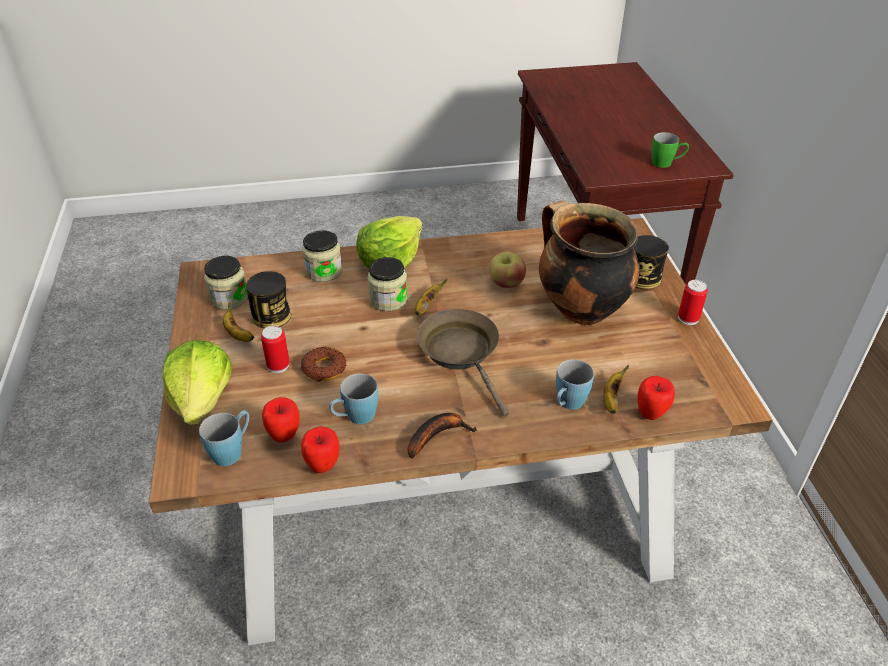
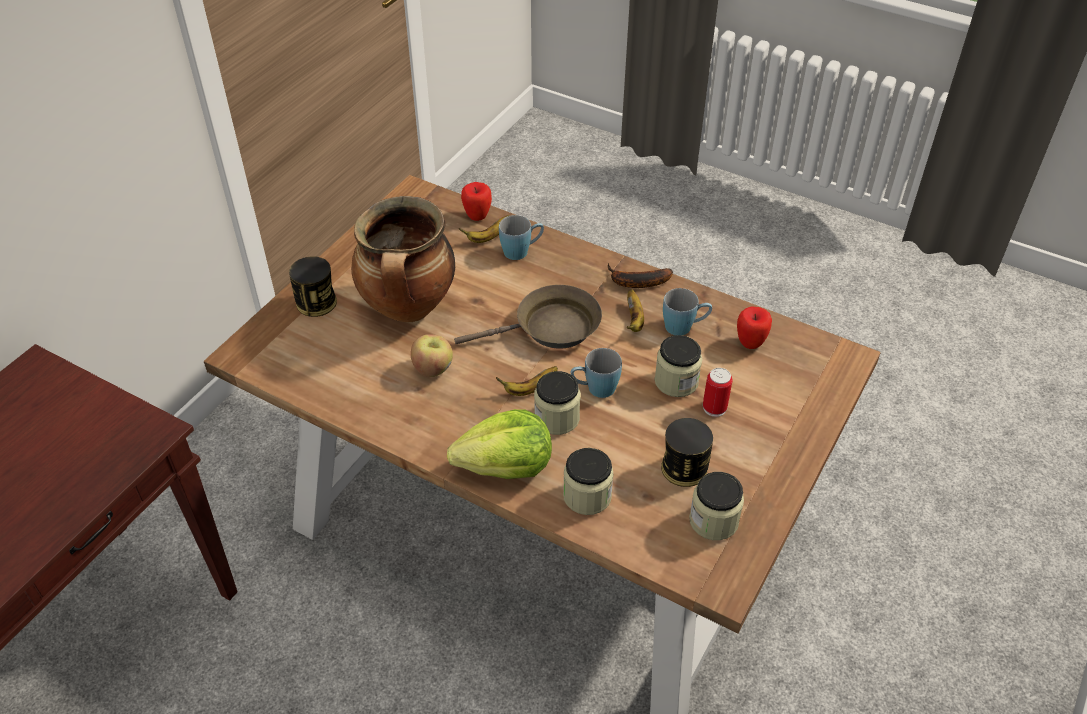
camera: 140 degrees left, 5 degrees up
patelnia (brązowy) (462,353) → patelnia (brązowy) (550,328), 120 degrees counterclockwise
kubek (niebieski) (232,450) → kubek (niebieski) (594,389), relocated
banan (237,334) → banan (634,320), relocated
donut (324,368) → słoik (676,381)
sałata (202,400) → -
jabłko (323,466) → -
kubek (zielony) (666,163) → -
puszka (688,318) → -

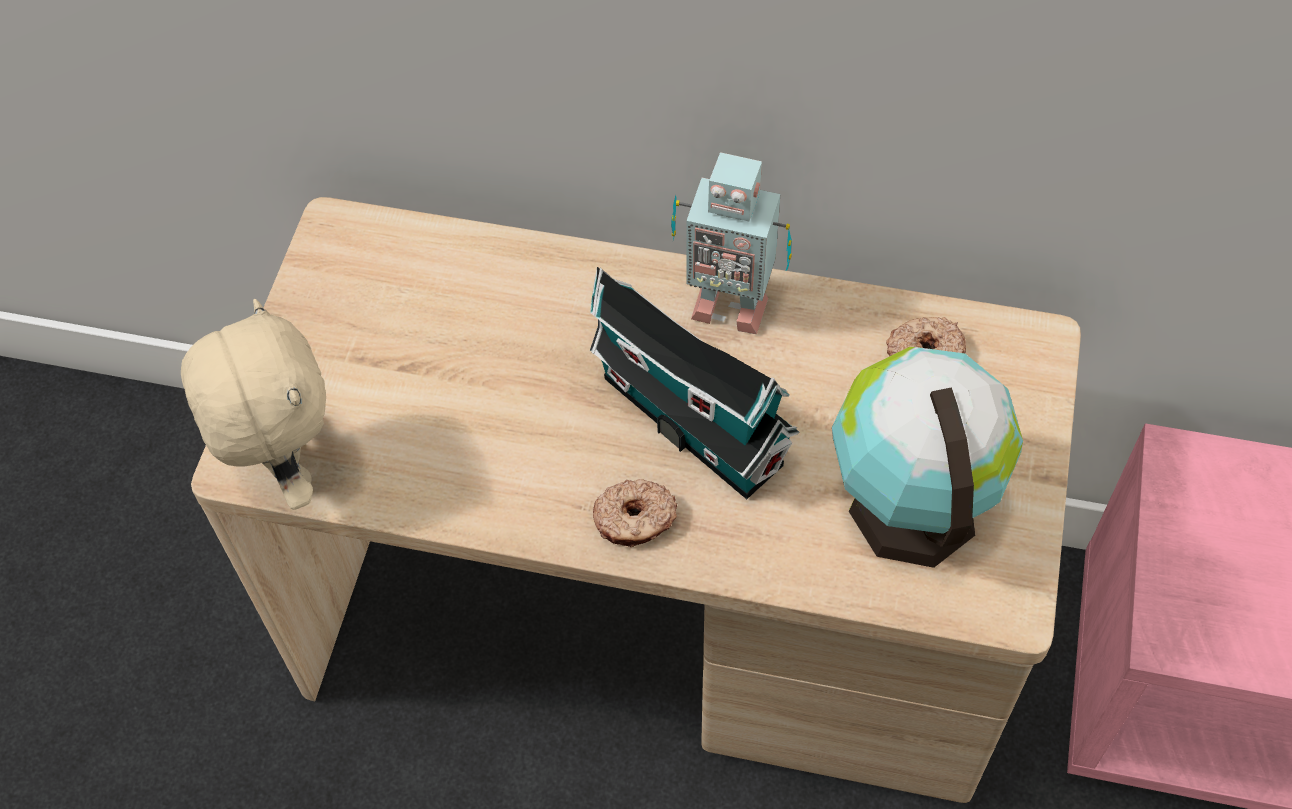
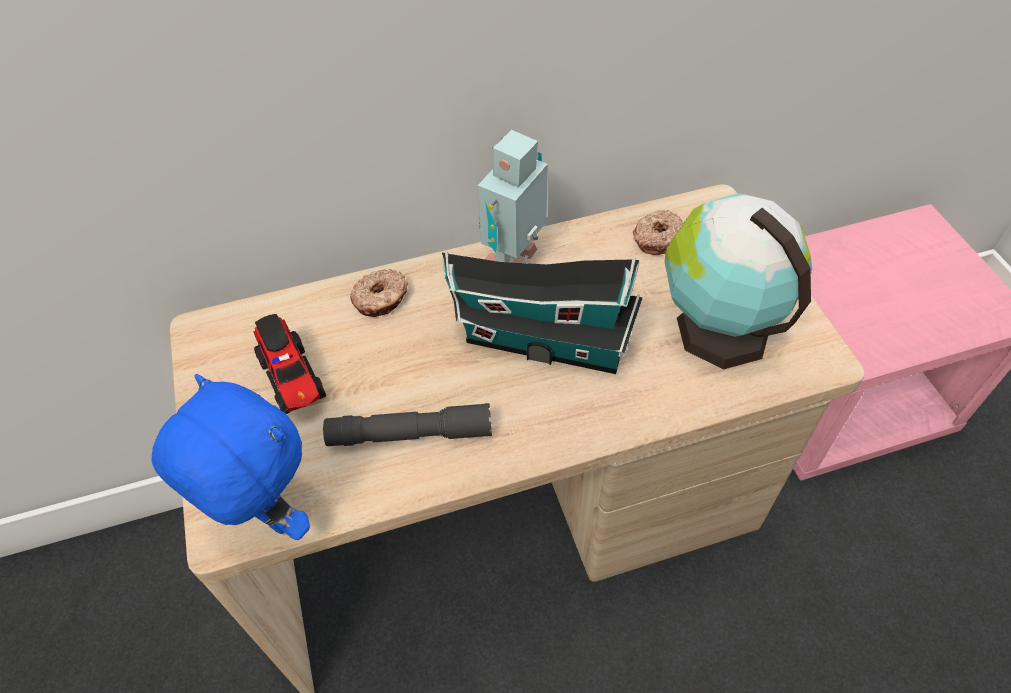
camera: 30 degrees left, 5 degrees down
pluszak (beżowy) (286,470) → pluszak (niebieski) (265,517)
- → ciężarówka zabawkowa (293,381)
- → latarka (szary) (410,434)
donut (635,520) → donut (381,299), relocated
robot zabawkowy (728,303) → robot zabawkowy (515,261), 135 degrees clockwise

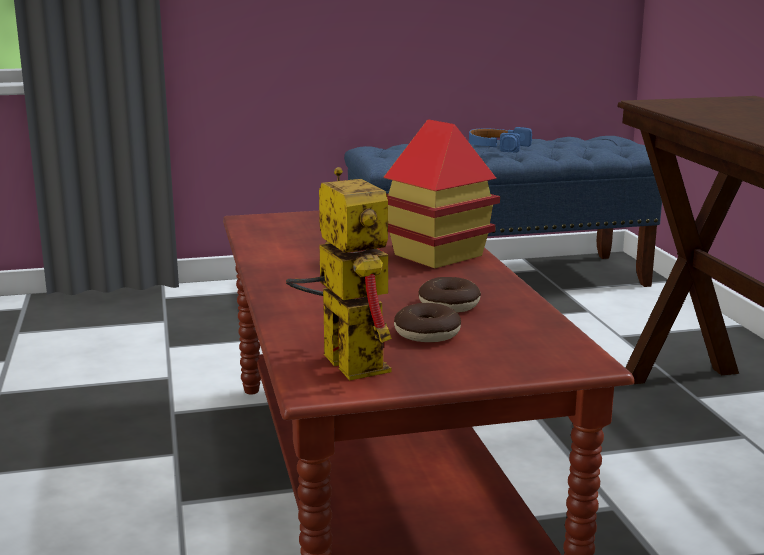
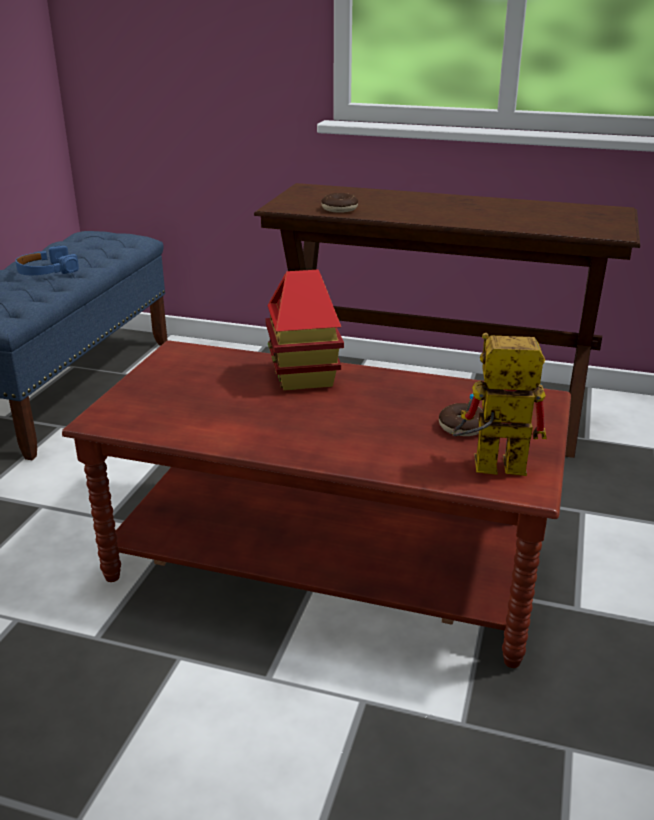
camera: 60 degrees left, 10 degrees up
donut (449,305) → donut (339,209), relocated

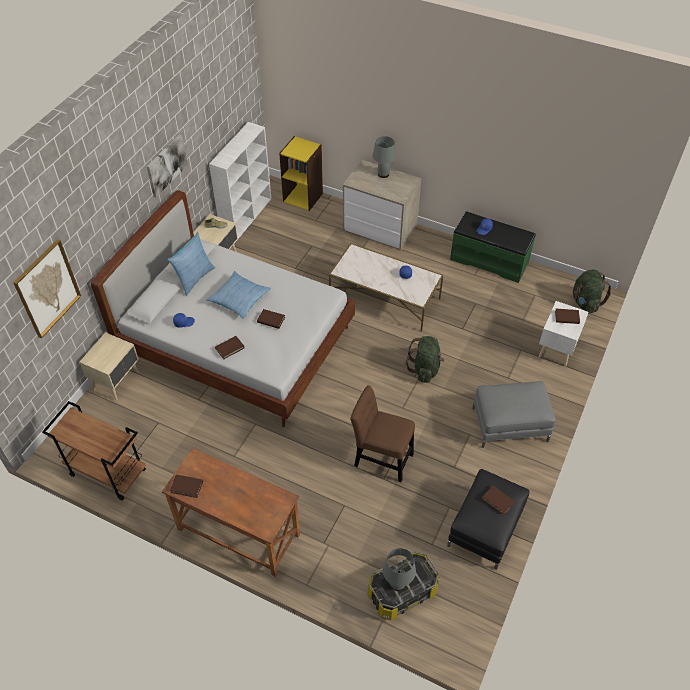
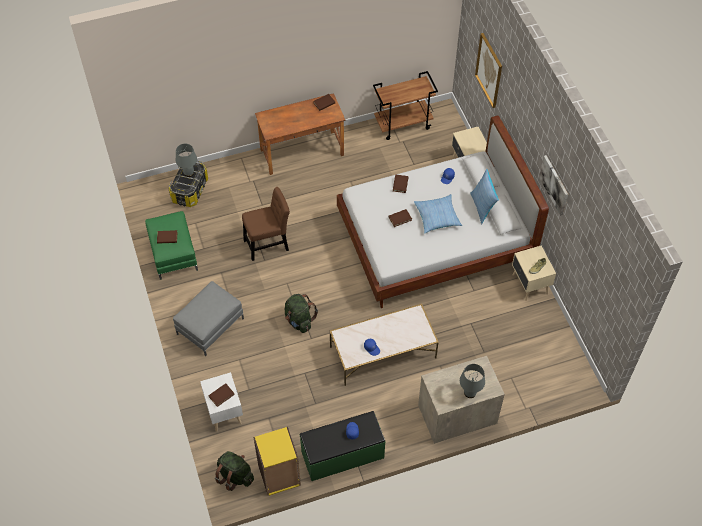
camera: 135 degrees right, 5 degrees up
pufa (czarny) (485,527) → pufa (zielony) (173,253)
regał (żółty) (303,197) → regał (żółty) (279,476), relocated
regał (biały) (246,216) → -

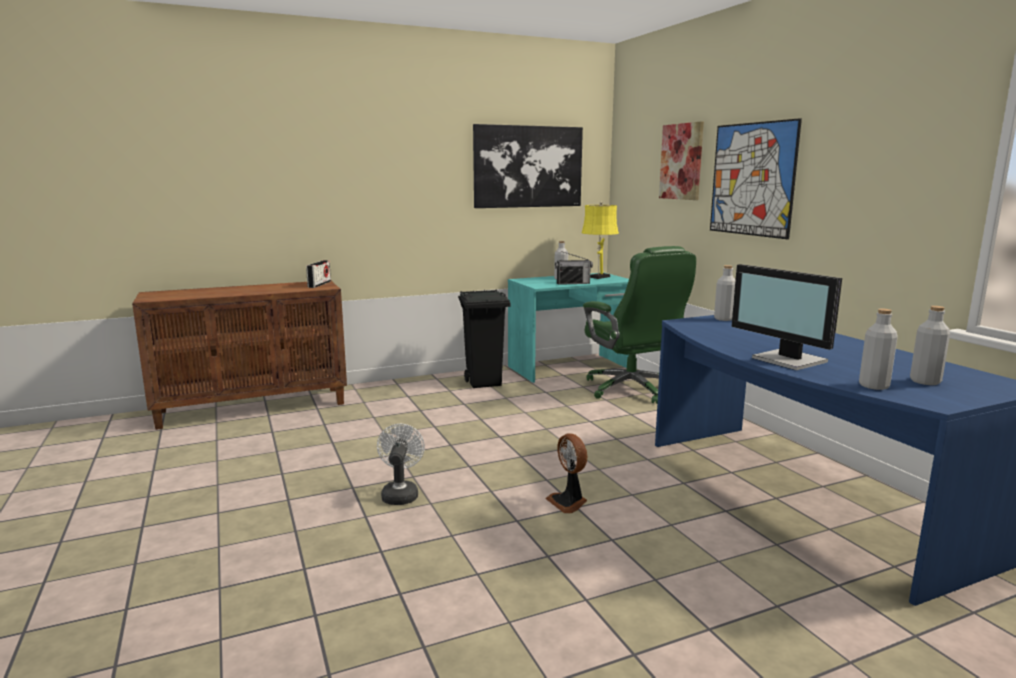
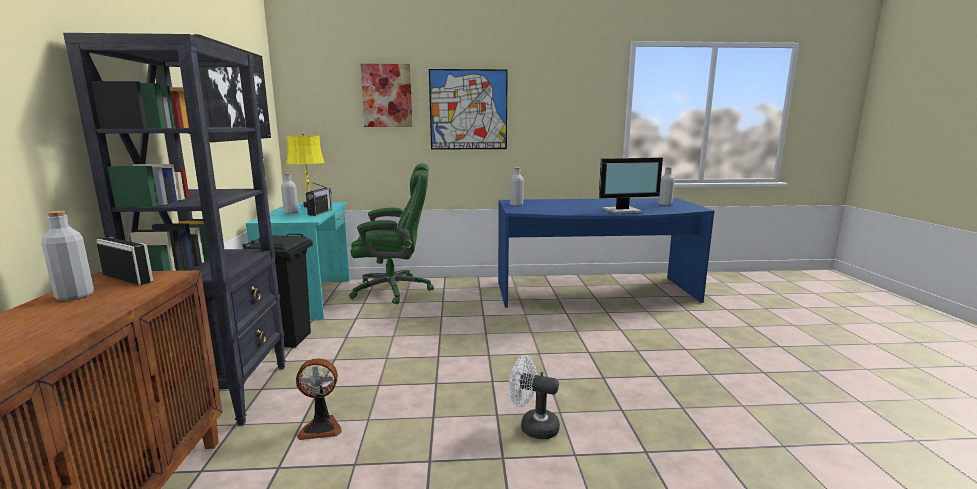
camera: 70 degrees left, 0 degrees up
butelka (szary) (874,386) → butelka (szary) (75,296), relocated
- → regał (czarny) (225,393)
wentylator (568,502) → wentylator (321,427), relocated

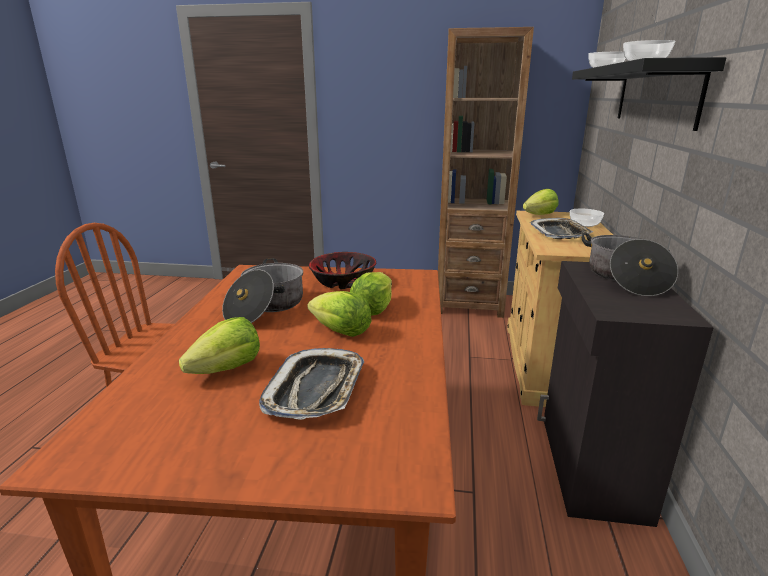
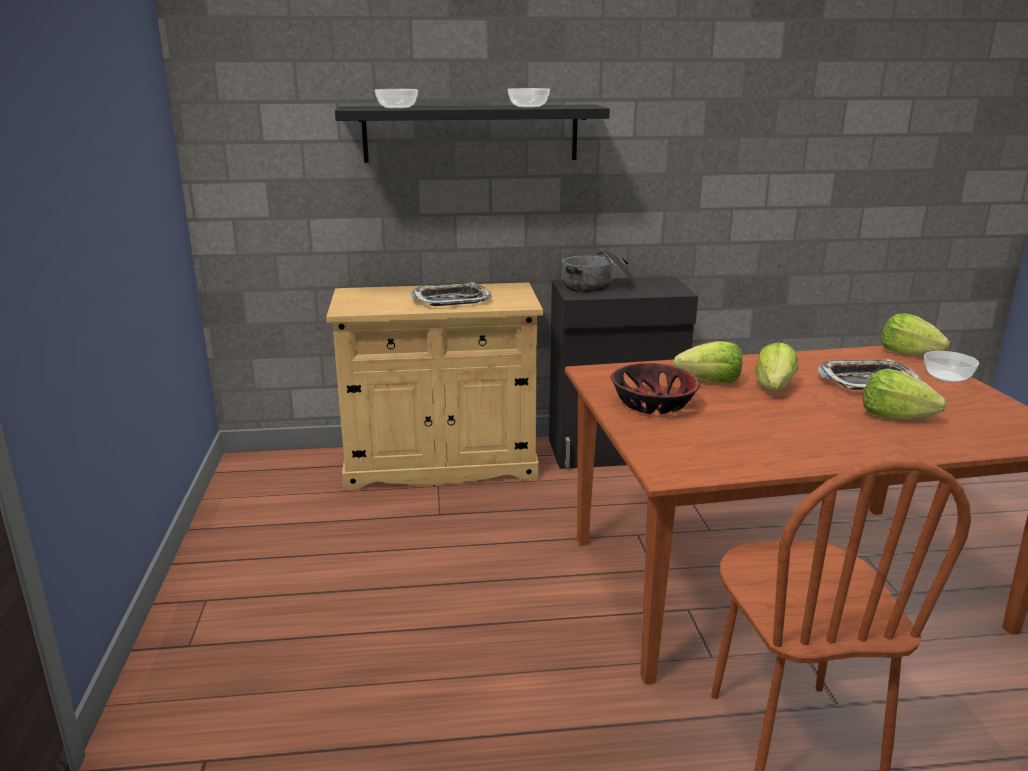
camera: 105 degrees left, 0 degrees up
sałata (539,215) → sałata (908,353), relocated
miska (585,224) → miska (946,377), relocated
garnek (266,308) → -
regał (brązowy) (469,304) → -

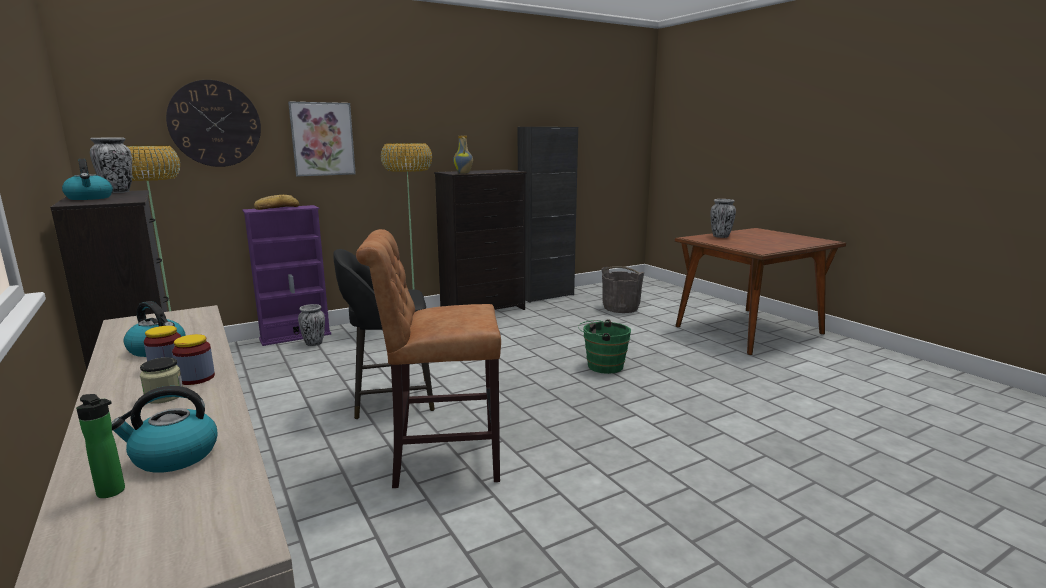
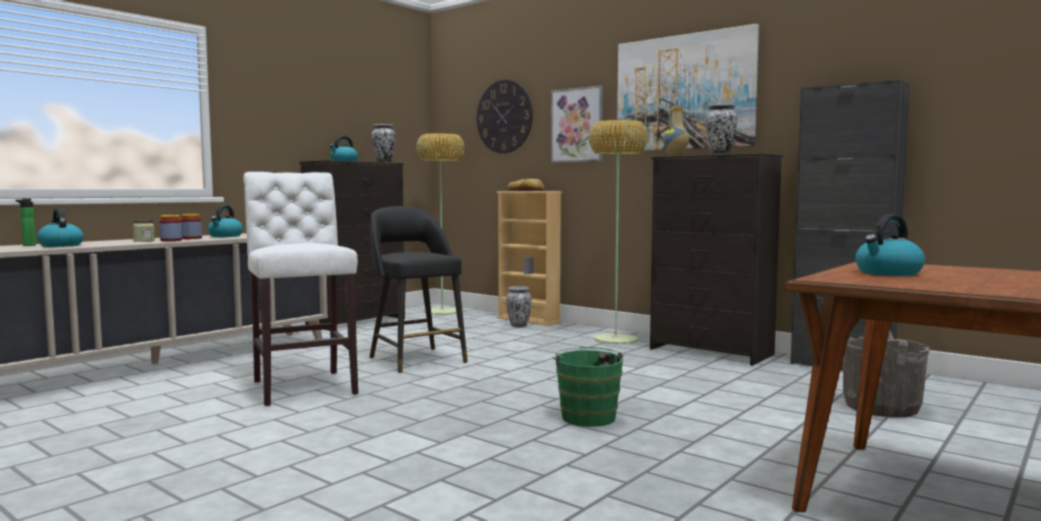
camera: 70 degrees right, 10 degrees down
stołek (brązowy) (439,460) → stołek (biały) (303,386)
regał (fioletowy) (295,336) → regał (beżowy) (528,320)
- → obraz (684,92)
wazon (720,236) → wazon (720,154), relocated
- → czajnik (888,273)

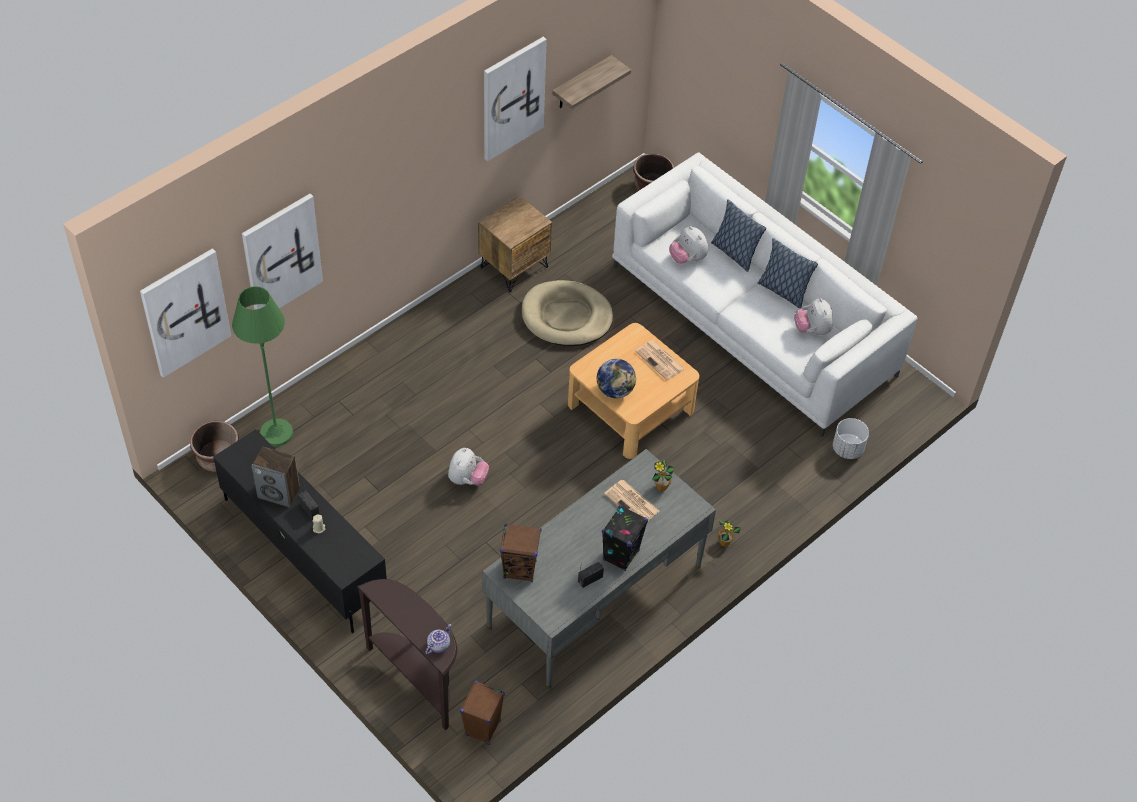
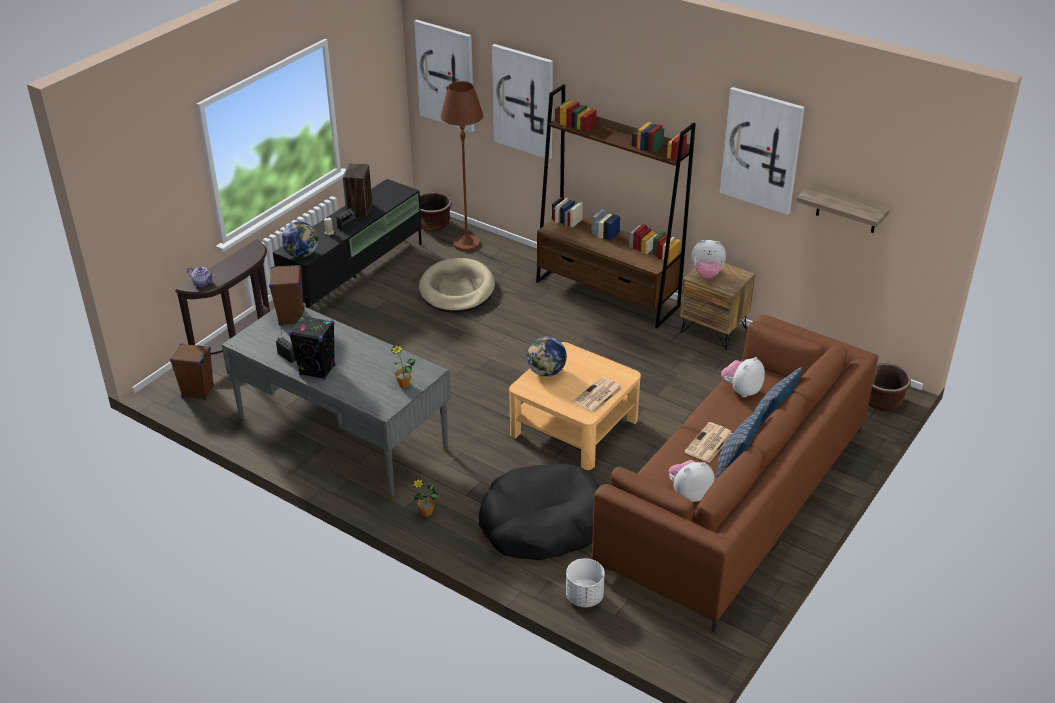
camera: 80 degrees right, 15 degrees down
- → globus (301,254)
legowisko (beżowy) (566,317) → legowisko (beżowy) (457,290), relocated
lampa stojąca (zielony) (276,433) → lampa stojąca (brązowy) (466,244)
- → legowisko (czarny) (542,524)
- → regał (brązowy) (607,294)
kanapa (biały) (752,321) → kanapa (brązowy) (734,498)
gazeta (632,503) → gazeta (708,443), relocated
pluszak (467,479) → pluszak (707,274), relocated

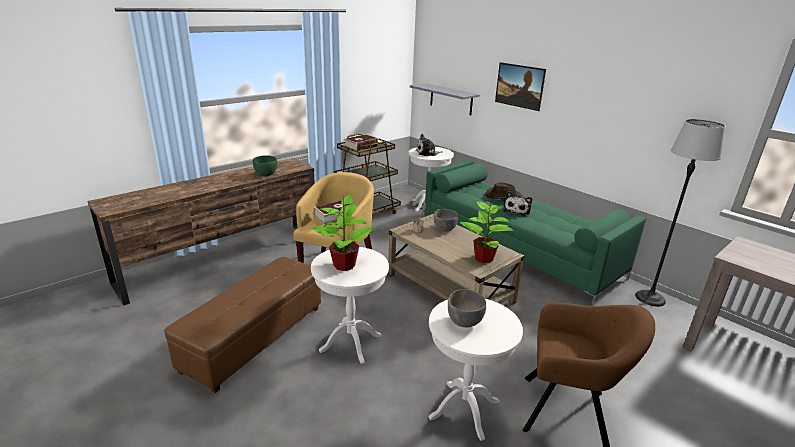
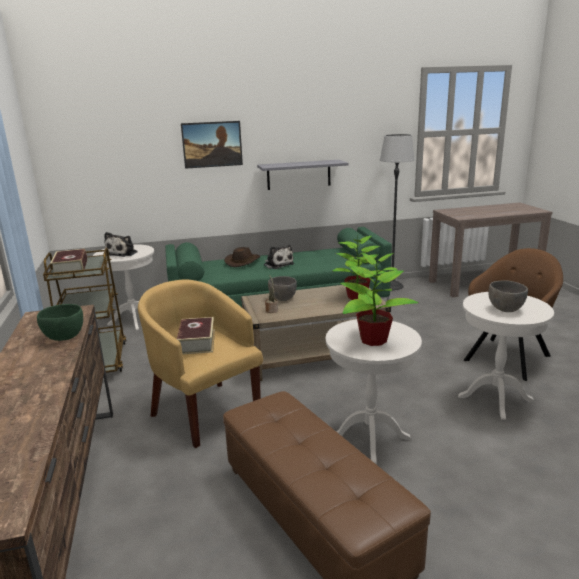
camera: 60 degrees left, 5 degrees down
półka (szary) (451,99) → półka (szary) (299,174), relocated

